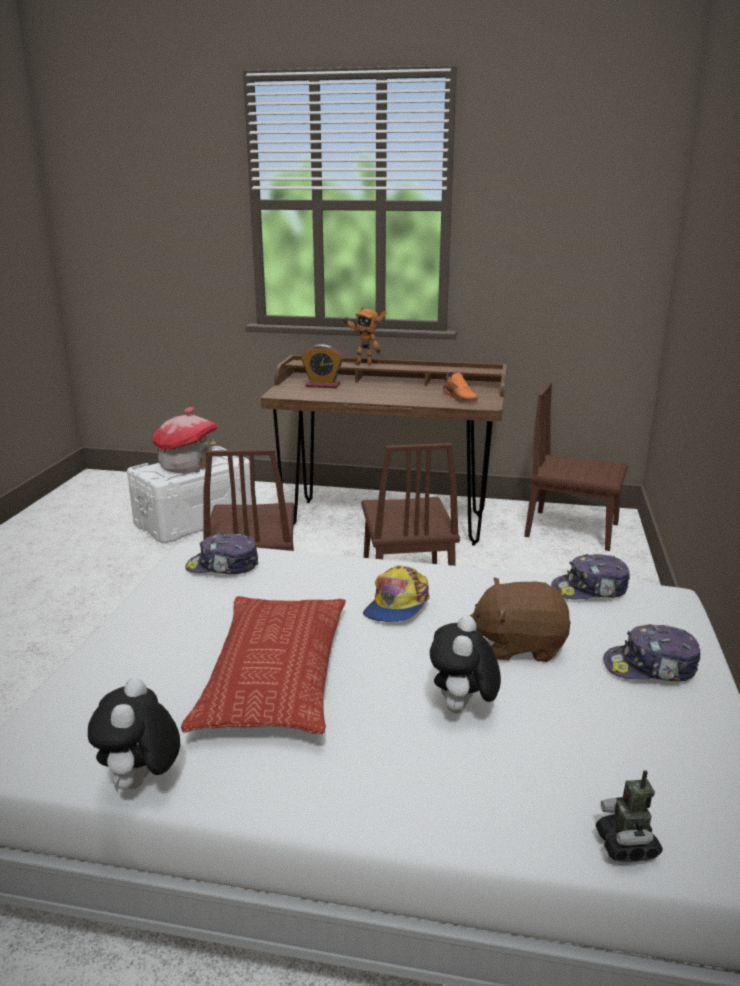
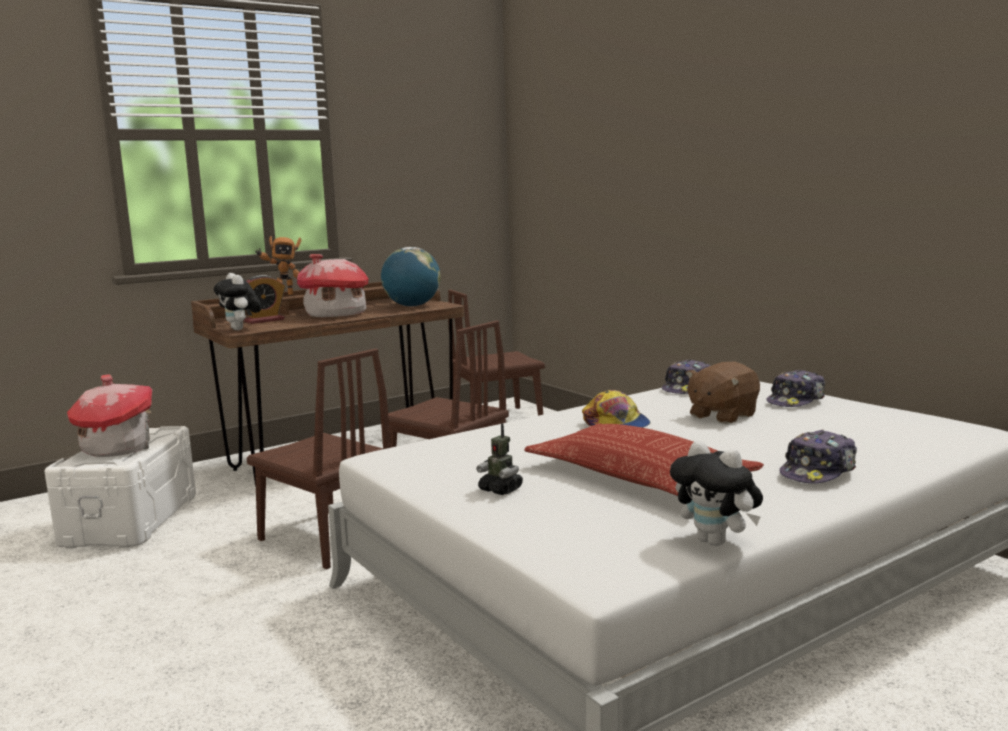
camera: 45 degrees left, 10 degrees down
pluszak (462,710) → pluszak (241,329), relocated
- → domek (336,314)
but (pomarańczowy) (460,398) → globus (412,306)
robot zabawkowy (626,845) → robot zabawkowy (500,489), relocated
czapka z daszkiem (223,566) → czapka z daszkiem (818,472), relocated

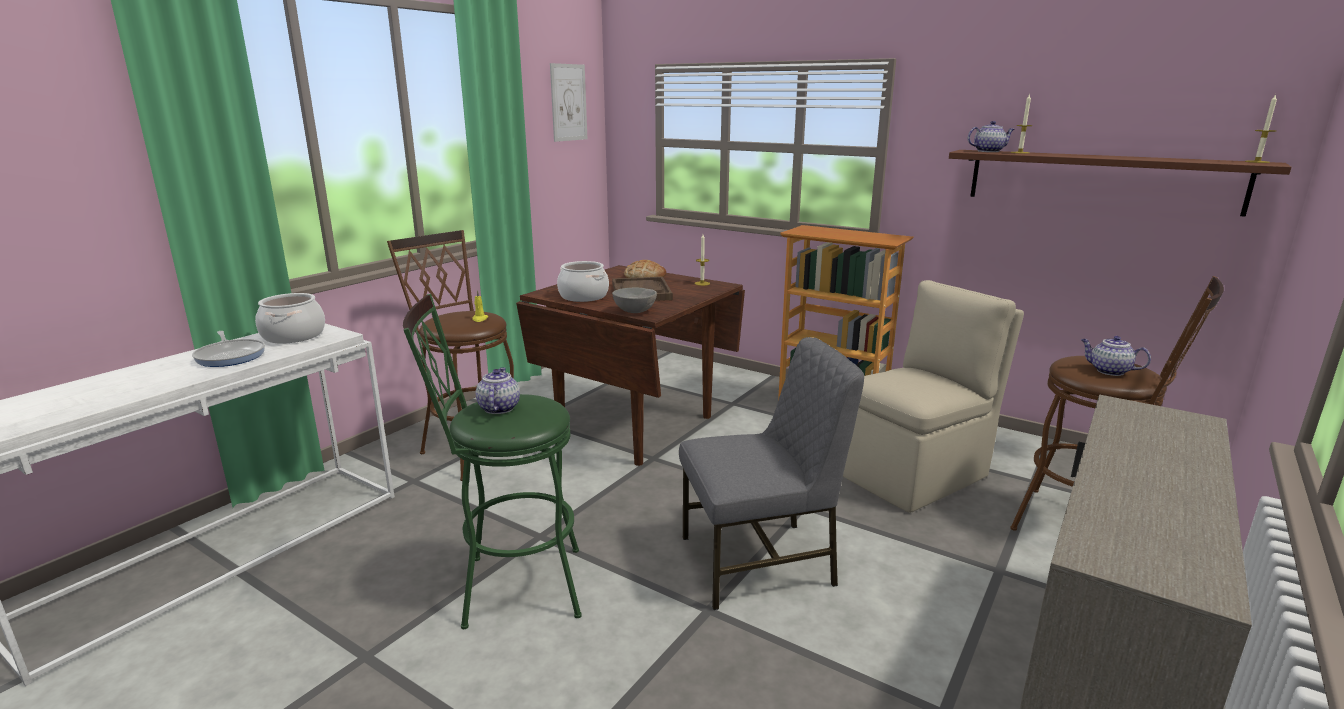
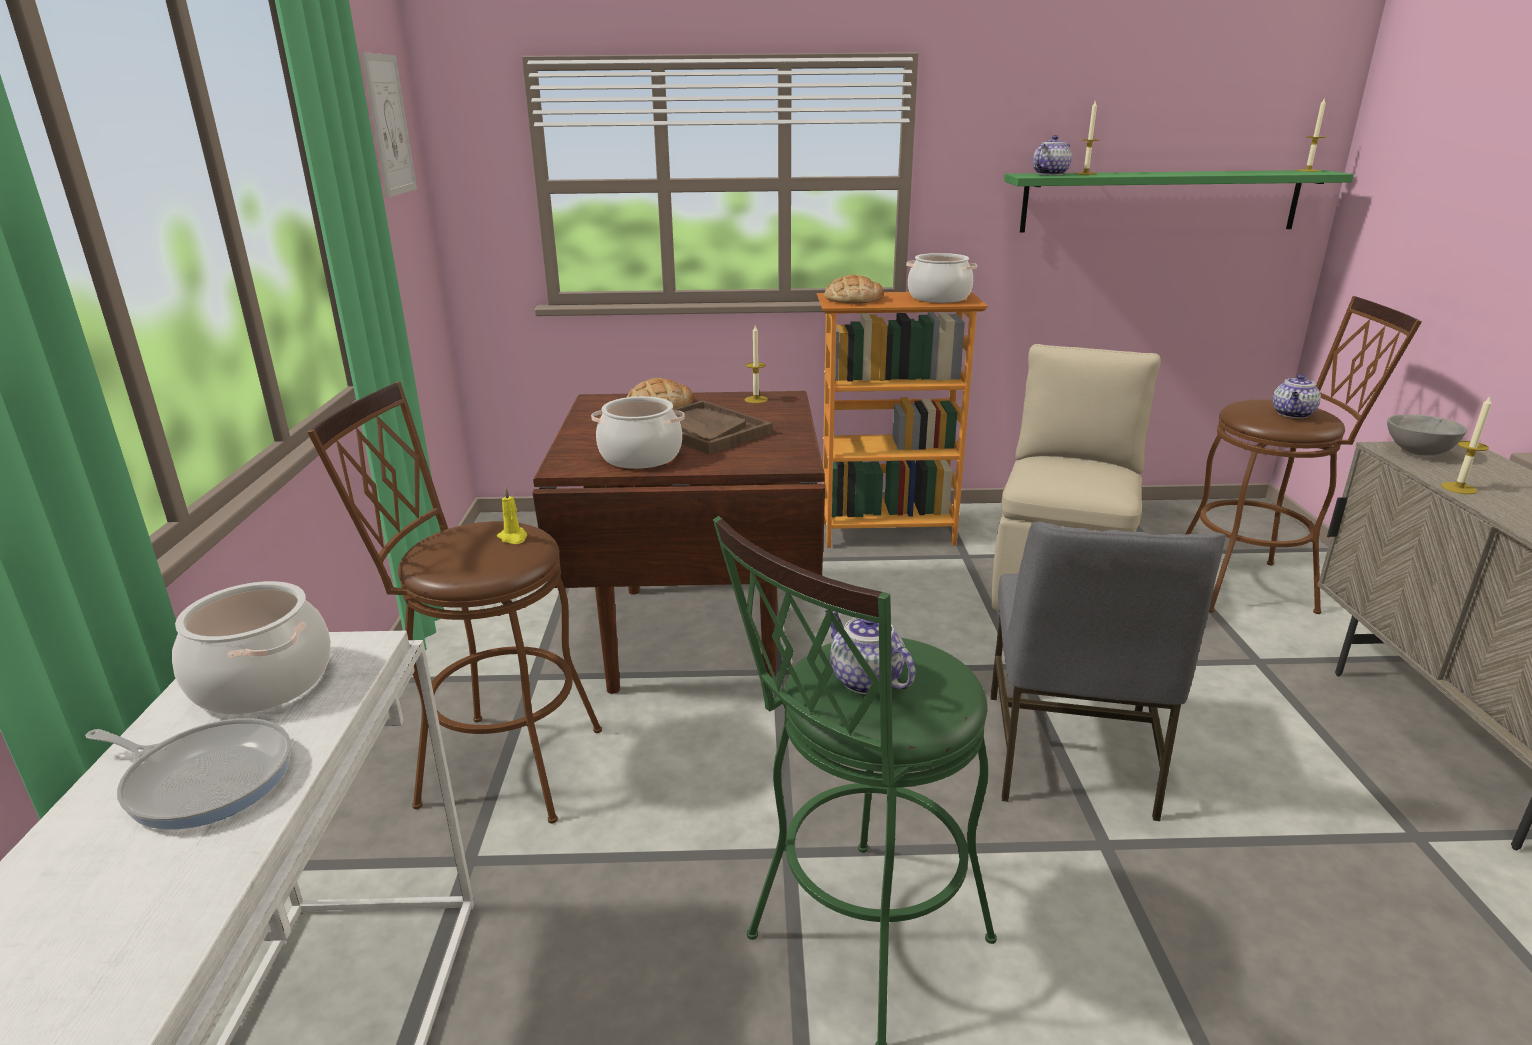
camera: 35 degrees left, 5 degrees up
- → chleb (853,299)
- → garnek (939,298)
krzesło (szary) (760,562) → krzesło (szary) (1070,755), 150 degrees clockwise
półka (brązowy) (1101,180) → półka (zielony) (1160,201)
imbryk (1109,371) → imbryk (1293,414), 60 degrees counterclockwise
miska (szary) (634,311) → miska (szary) (1416,452), relocated
- → świeca (1459,488)

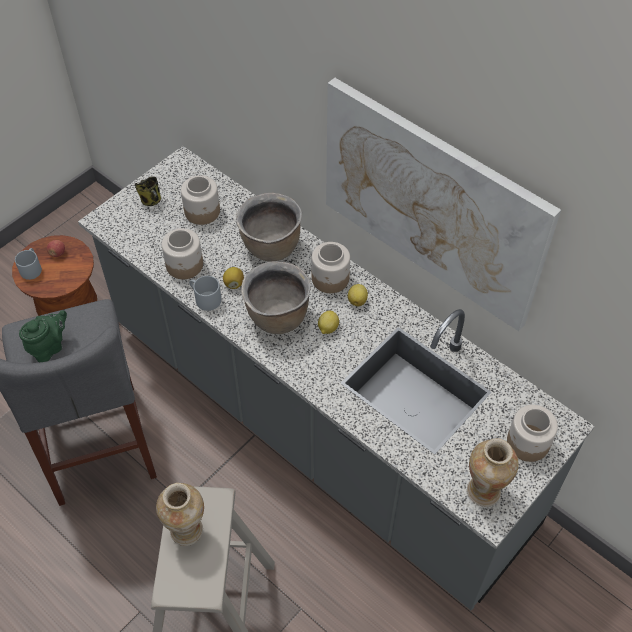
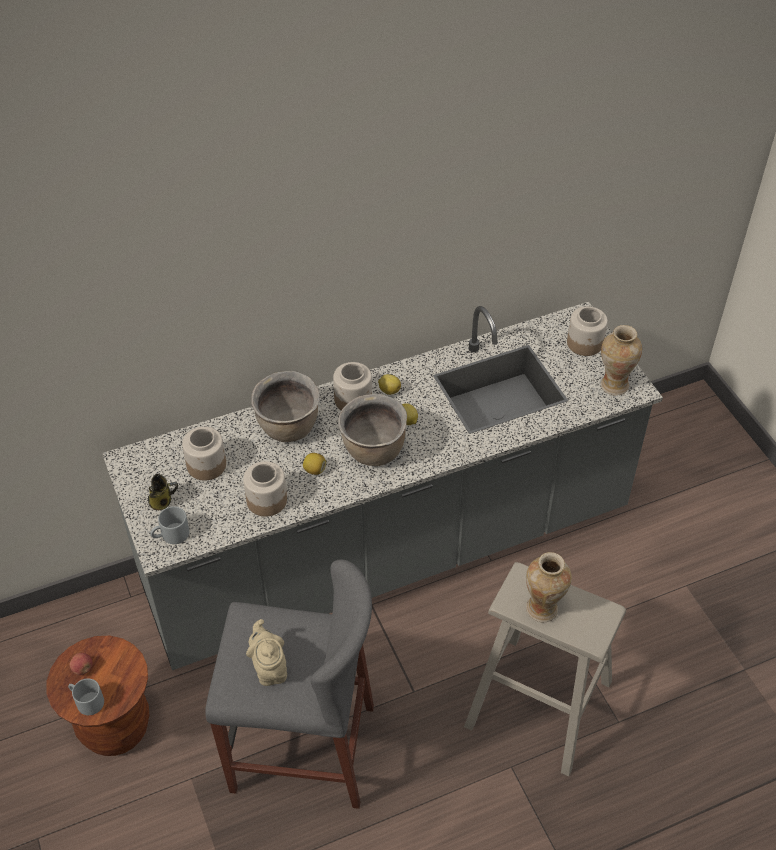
camera: 65 degrees left, 5 degrees down
kubek (szary) (204,298) → kubek (szary) (171,535), relocated
imbryk (zielony) (49,347) → imbryk (beżowy) (269,668)
obraz (431,203) → -

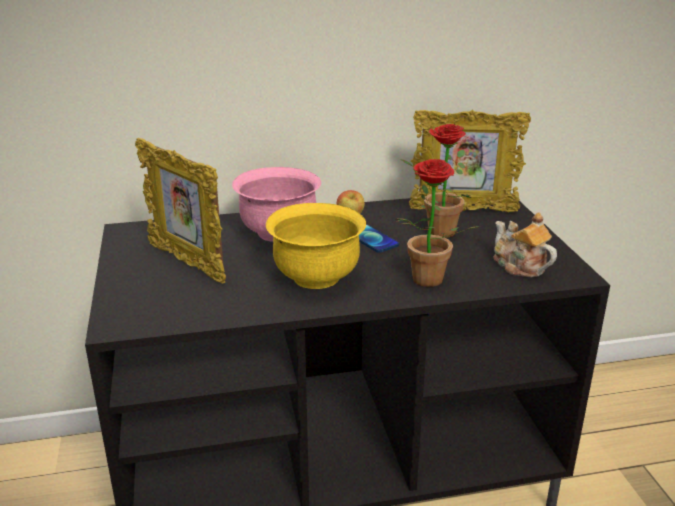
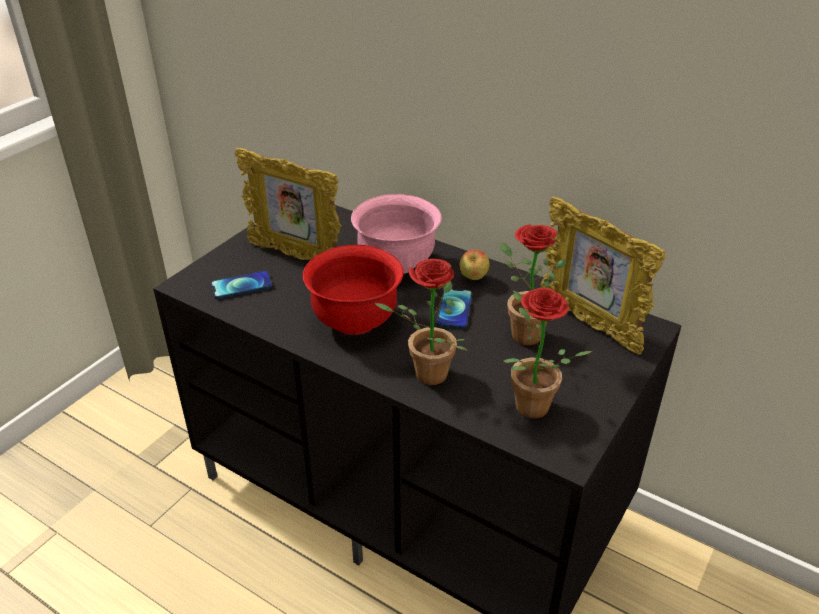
camera: 45 degrees right, 10 degrees up
- → telefon (241,286)
ramka na zdjęcie (187,263) → ramka na zdjęcie (296,257), 60 degrees counterclockwise
miska (żółty) (316,277) → miska (czerwony) (355,321)
imbryk (519,266) → roślina doniczkowa (531,412)

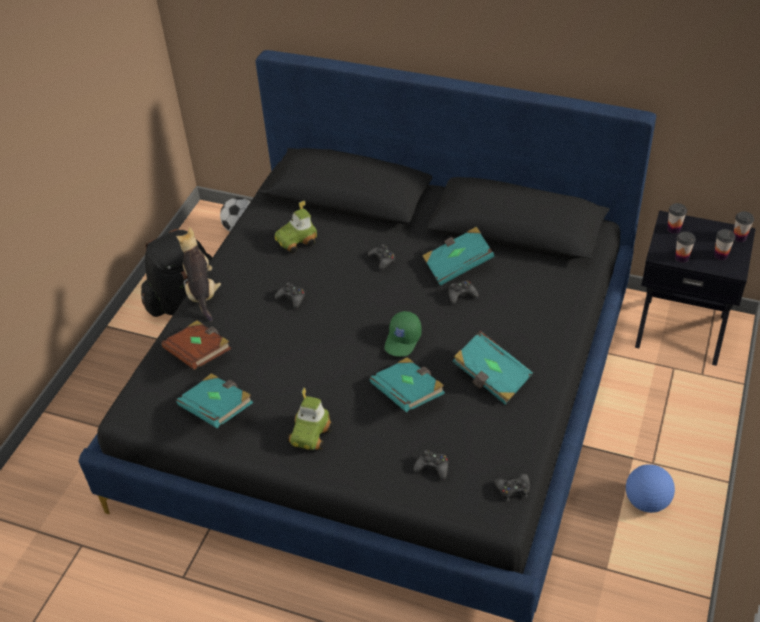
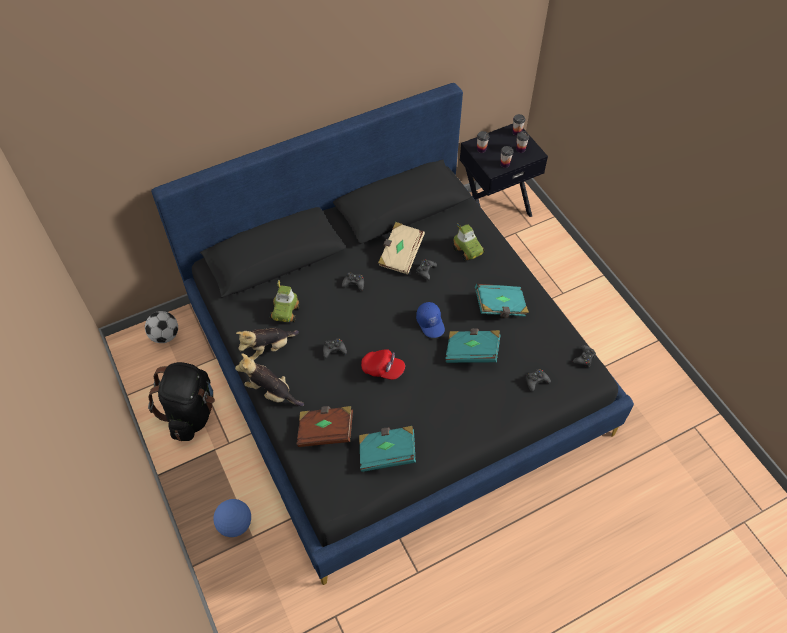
camera: 50 degrees left, 10 degrees up
piłka futbolowa (646,502) → piłka futbolowa (235,524), relocated
- → pluszak (268,349)
- → czapka z daszkiem (czerwony) (383,369)
książka (turkusowy) (457,265) → książka (beżowy) (400,254)
czapka z daszkiem (zielony) (403,340) → czapka z daszkiem (niebieski) (431,323)
samochodzik (311,435) → samochodzik (468,249), relocated

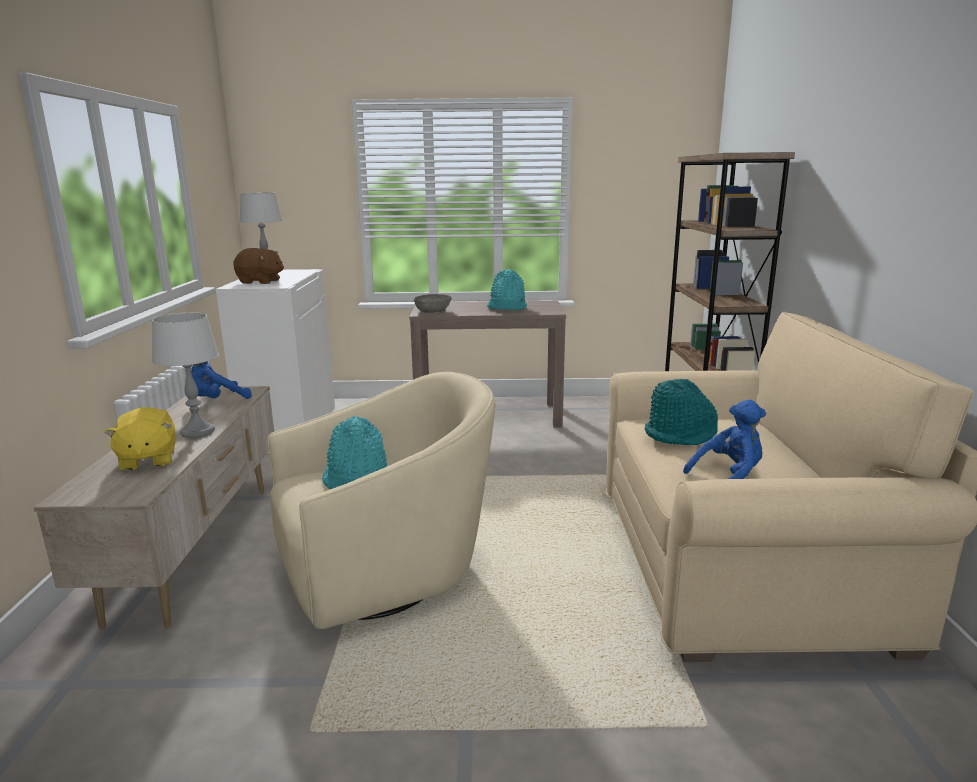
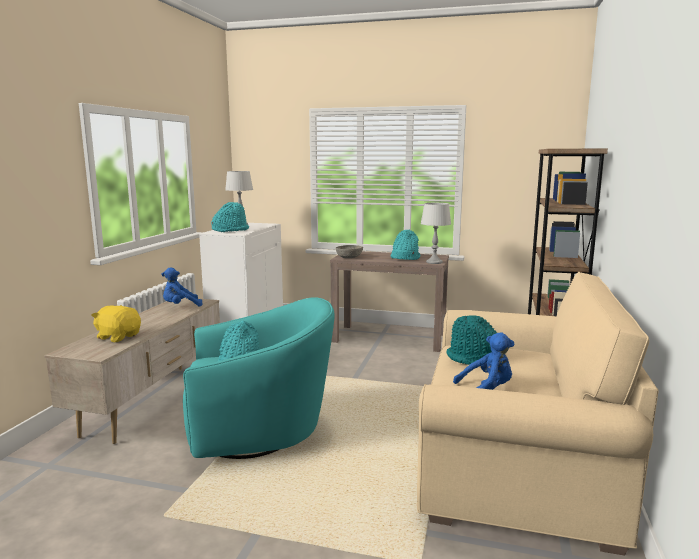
camera: 15 degrees right, 5 degrees down
pluszak (żółty) (147,460) → pluszak (żółty) (118,336), 120 degrees clockwise
fotel (beżowy) (387,573) → fotel (turkusowy) (260,433)
pluszak (brązowy) (260,282) → kapelusz (turkusowy) (231,230)
lampa stołowa (szary) (197,432) → lampa stołowa (szary) (434,262), relocated

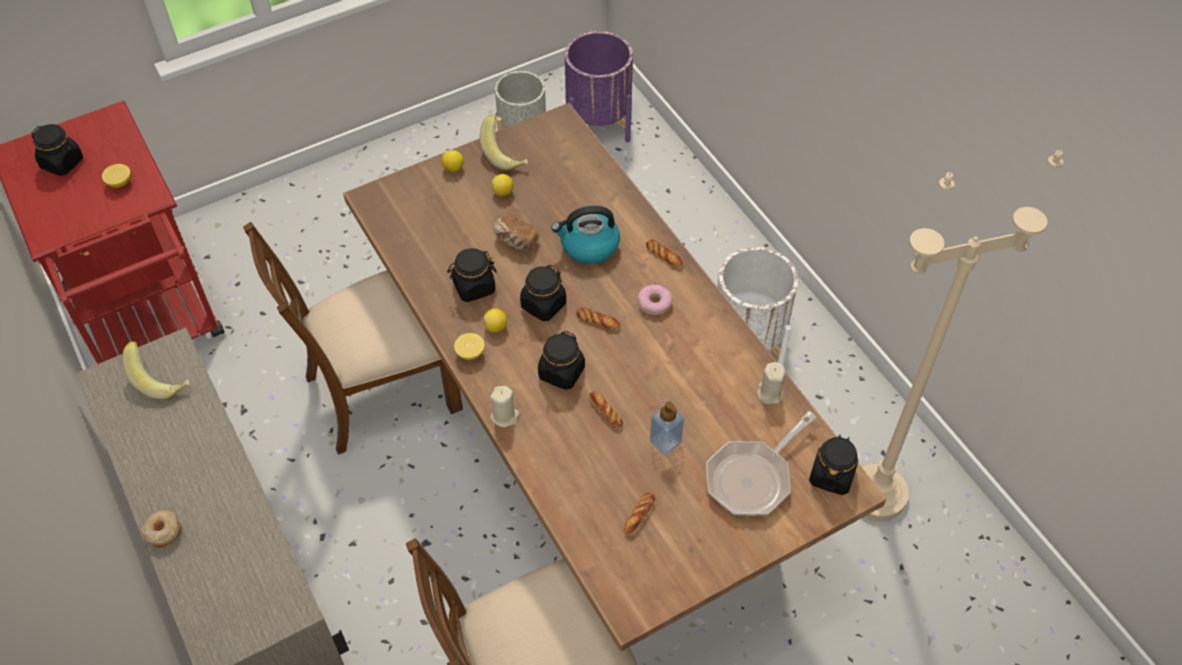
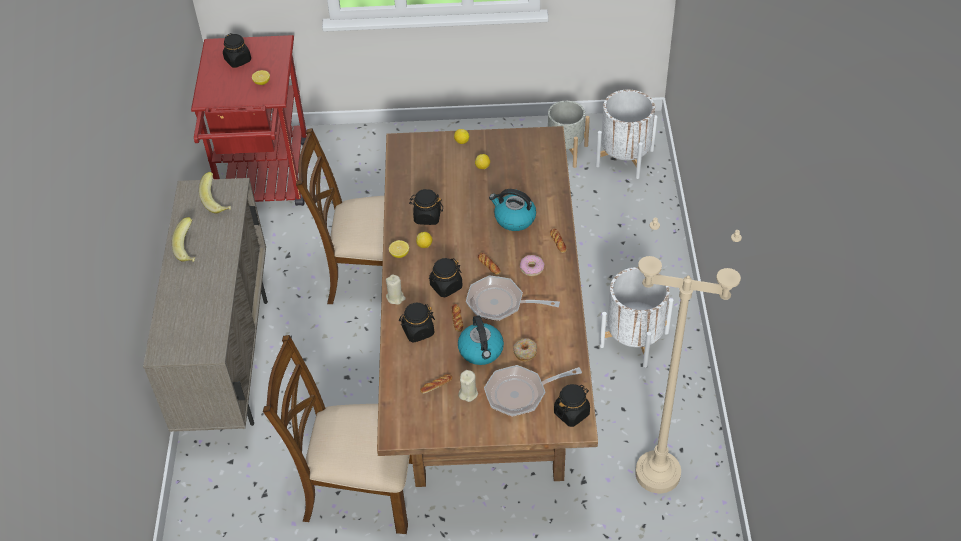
camera: 30 degrees right, 5 degrees down
banan (505,155) → banan (190,249), relocated
słoik (czarny) (543,305) → słoik (czarny) (418,331), relocated
dozownik mydła (665,442) → czajnik (481,351)
świeca (beżowy) (769,393) → świeca (beżowy) (468,393), relocated
- → patelnia (500,303)
donut (163,532) → donut (525,352), relocated
donica (fioletowy) (598,122) → donica (biały) (624,158)
chleb (515,241) → -

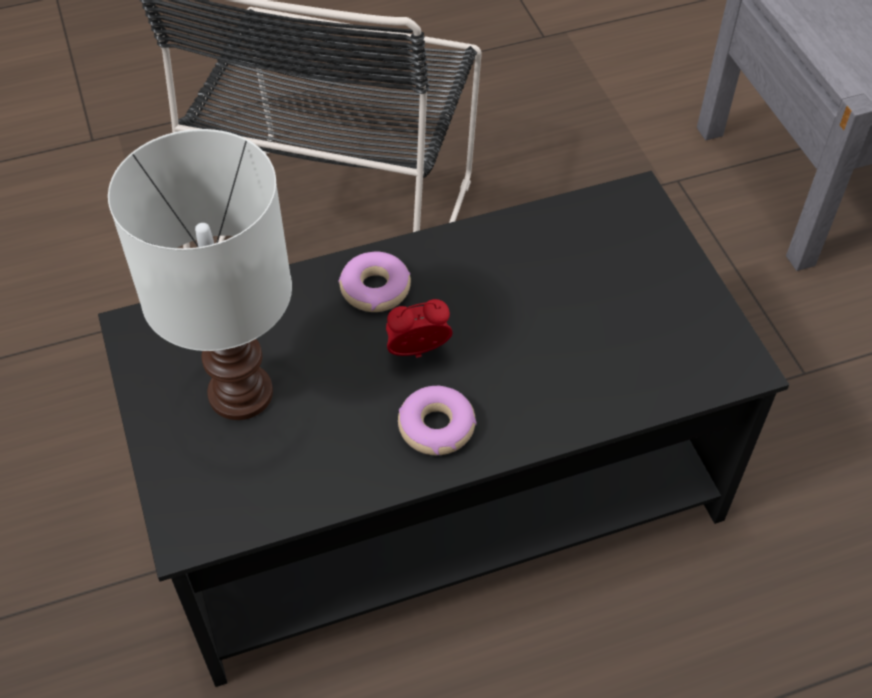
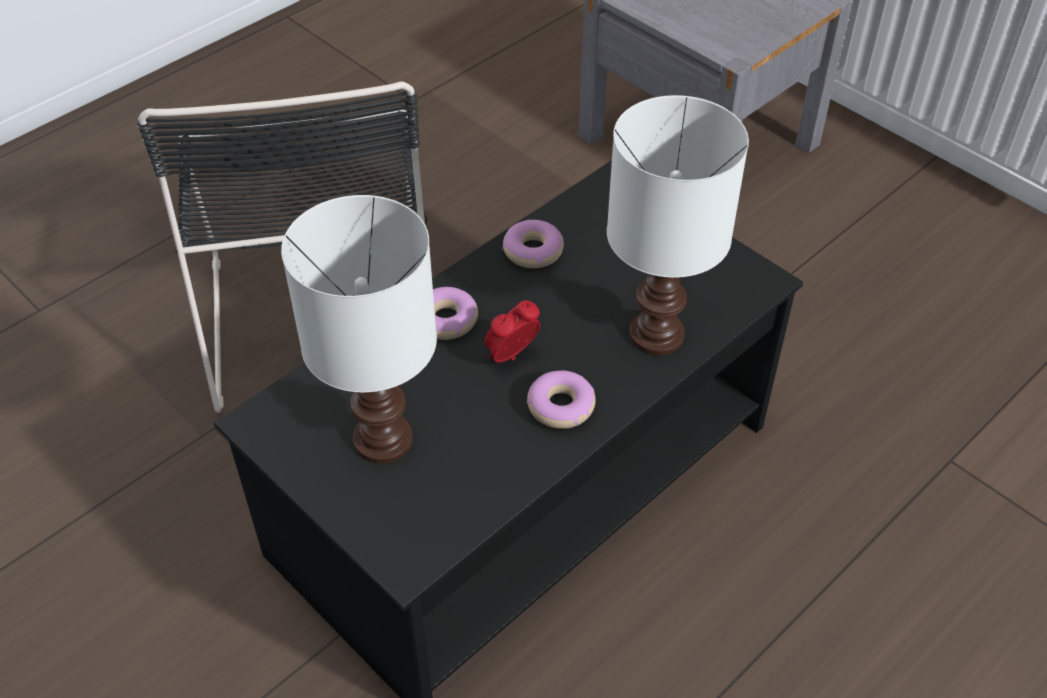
camera: 25 degrees left, 5 degrees down
- → donut (533,251)
- → lampa stołowa (biały) (658,335)

